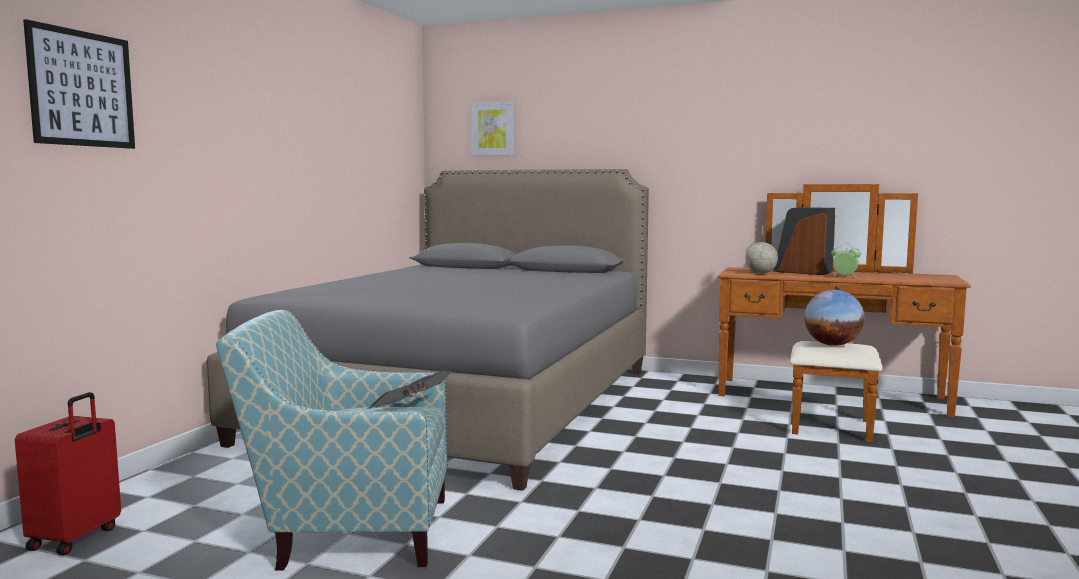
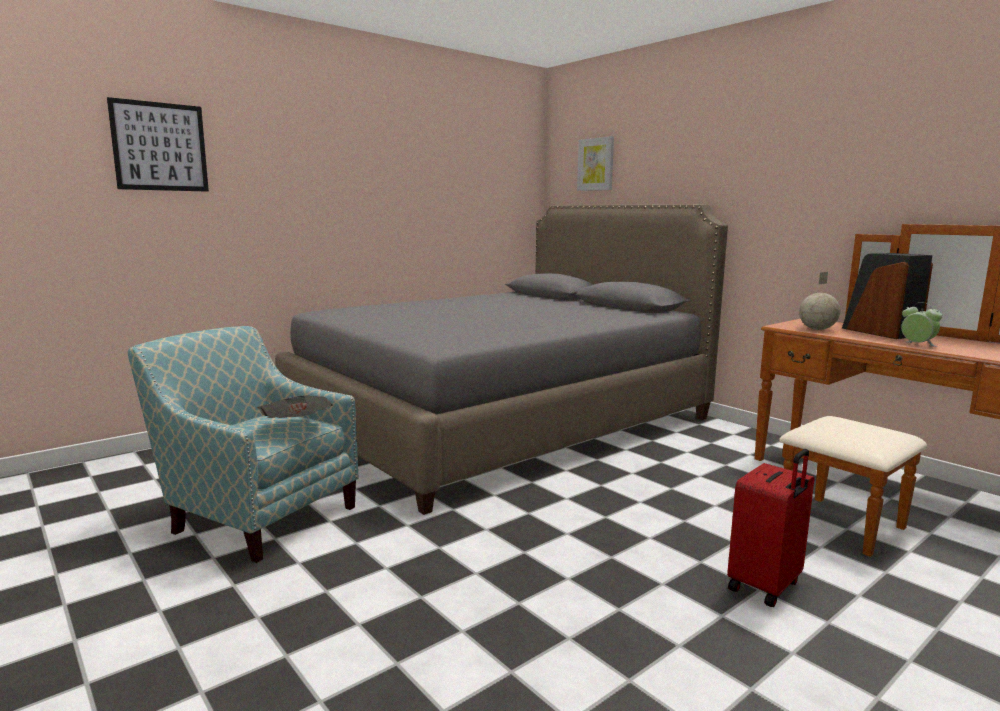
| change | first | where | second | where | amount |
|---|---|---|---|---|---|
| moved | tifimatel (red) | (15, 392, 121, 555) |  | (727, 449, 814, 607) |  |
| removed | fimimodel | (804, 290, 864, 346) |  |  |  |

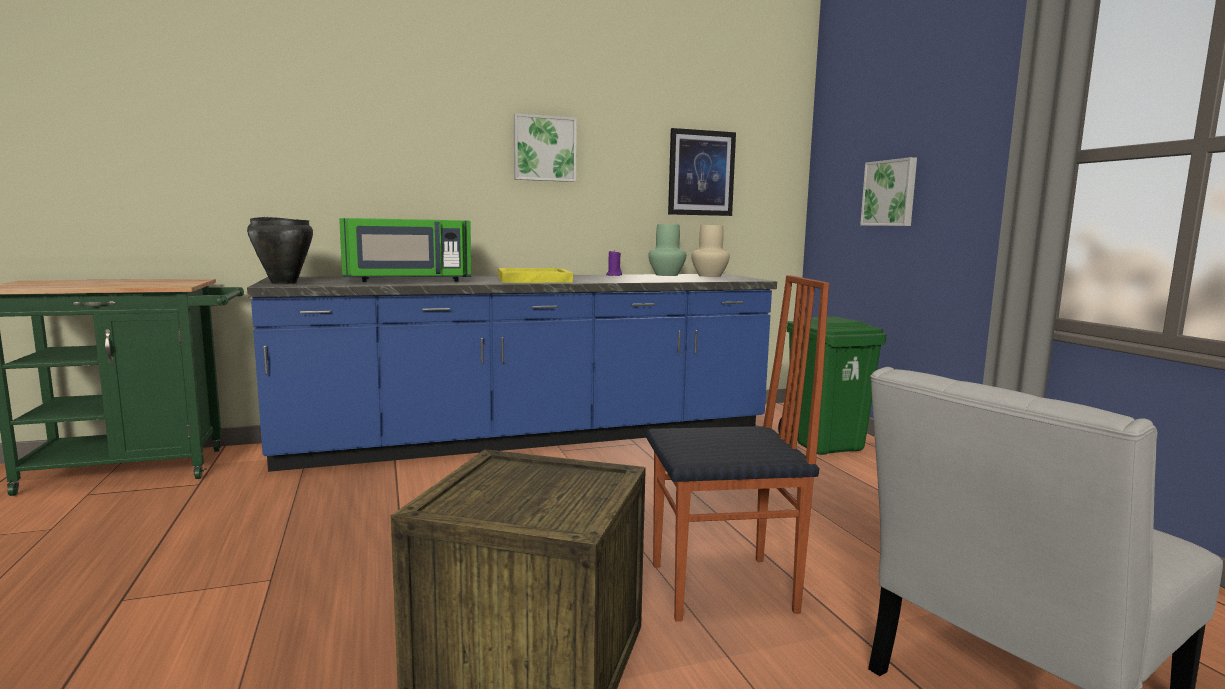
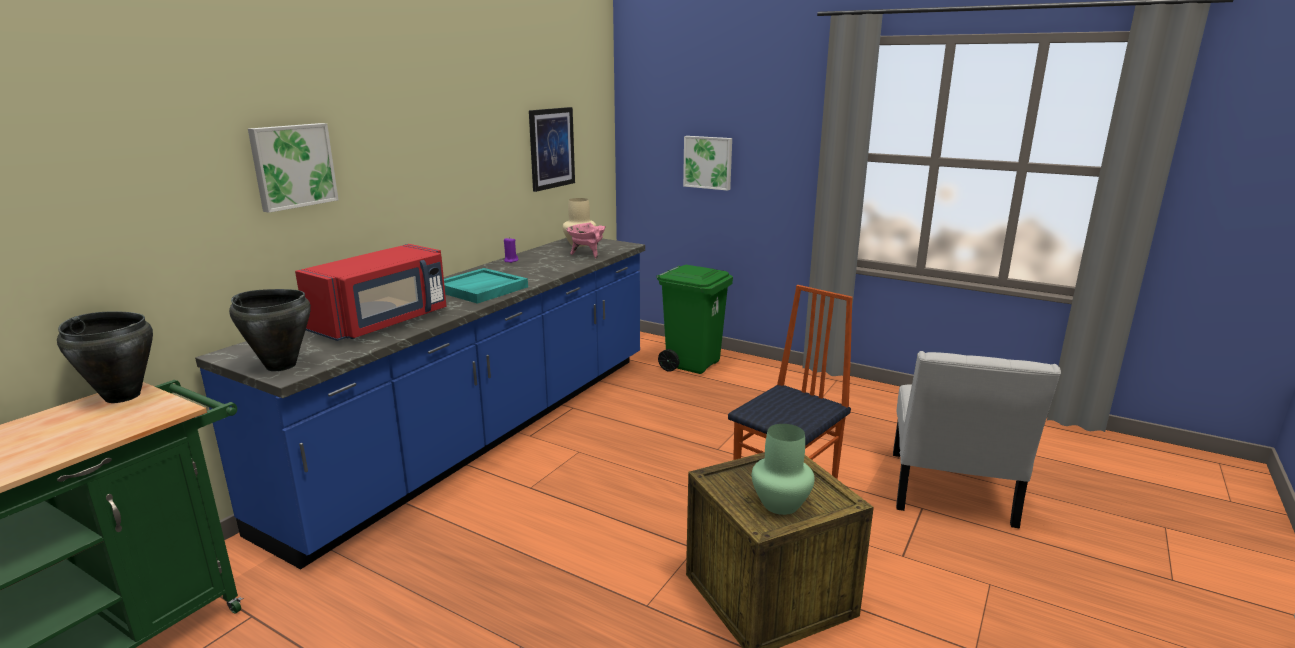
| change | first | where | second | where | amount |
|---|---|---|---|---|---|
| added |  |  | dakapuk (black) | (57, 311, 153, 403) |  |
| moved | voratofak | (514, 114, 577, 182) |  | (248, 123, 338, 213) |  |
| recoloured | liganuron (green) | (339, 218, 471, 282) | liganuron (red) | (295, 244, 446, 341) |  |
| recoloured | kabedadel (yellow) | (498, 268, 573, 283) | kabedadel (turquoise) | (444, 268, 528, 304) |  |
| added |  |  | dakapuk (pink) | (566, 223, 606, 258) |  |
| moved | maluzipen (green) | (648, 224, 686, 276) |  | (752, 424, 815, 515) |  |

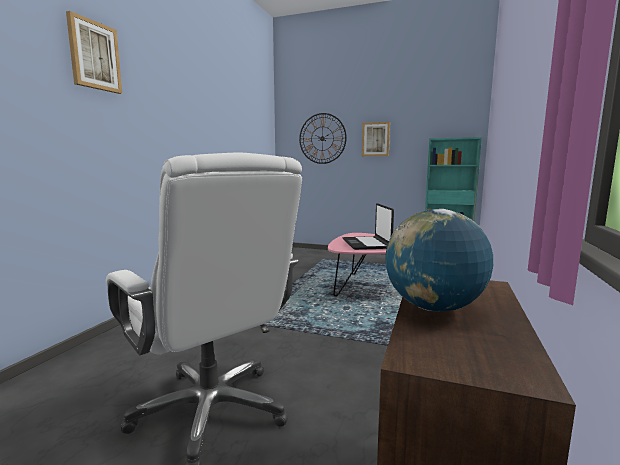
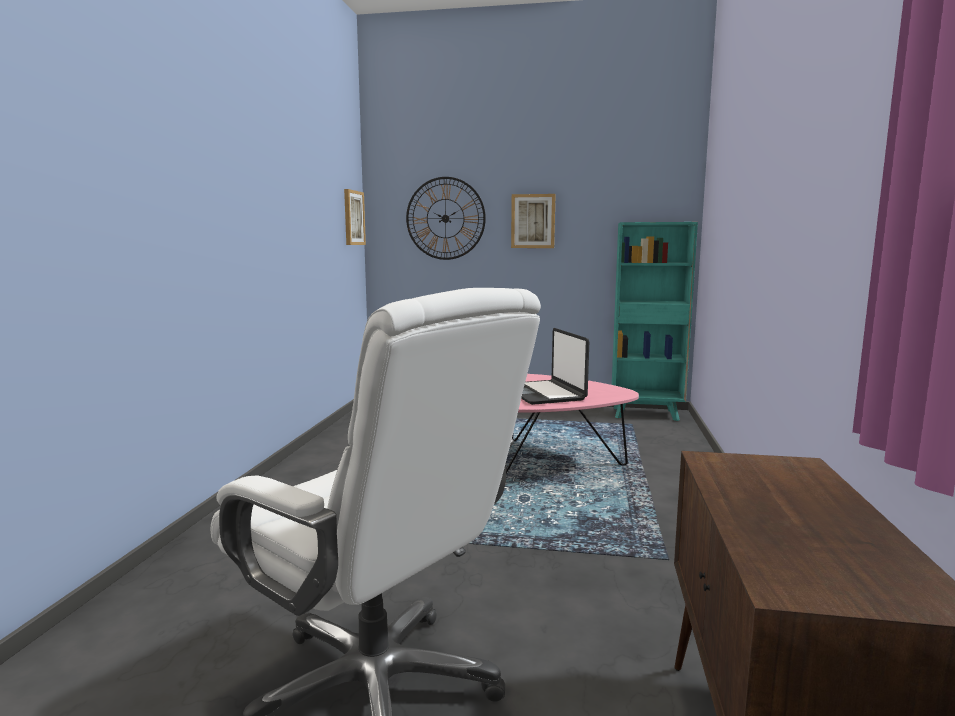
| change | first | where | second | where | amount |
|---|---|---|---|---|---|
| moved | voratofak | (66, 11, 122, 94) |  | (344, 189, 366, 245) |  |
| removed | fimimodel | (385, 209, 493, 312) |  |  |  |

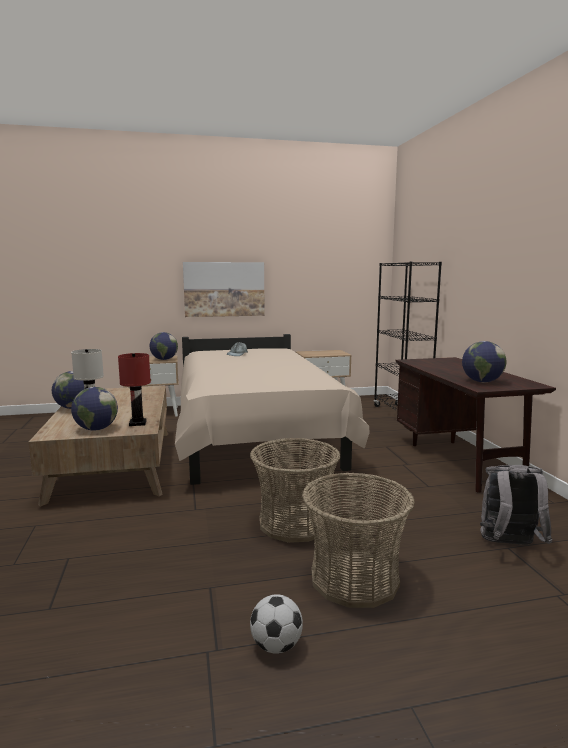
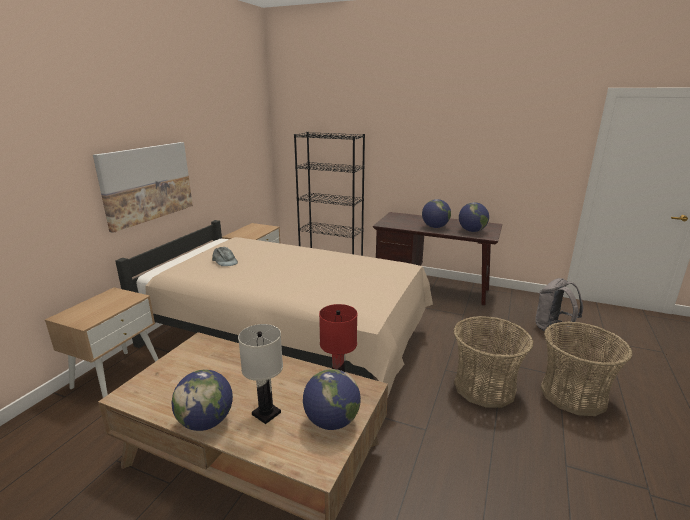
| change | first | where | second | where | amount |
|---|---|---|---|---|---|
| moved | fimimodel | (150, 332, 178, 360) |  | (422, 199, 451, 228) |  |
| removed | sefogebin | (250, 594, 303, 654) |  |  |  |

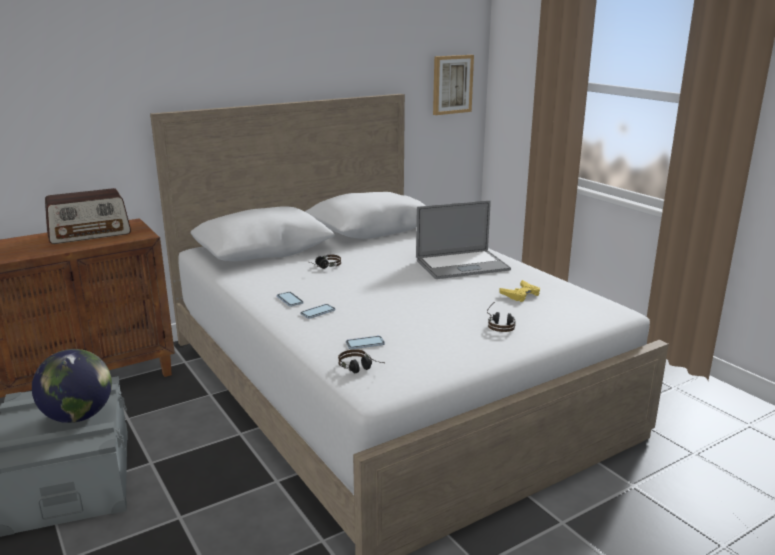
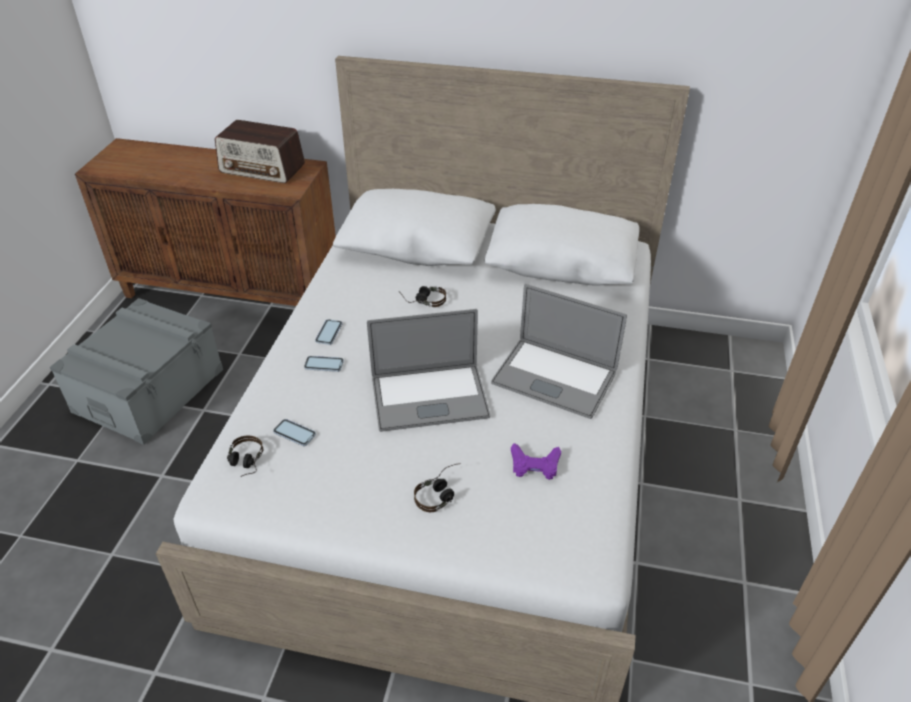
| change | first | where | second | where | amount |
|---|---|---|---|---|---|
| added |  |  | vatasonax | (367, 309, 490, 432) |  |
| recoloured | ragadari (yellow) | (499, 280, 540, 302) | ragadari (purple) | (511, 443, 561, 480) |  |
| removed | fimimodel | (32, 349, 112, 423) |  |  |  |
| removed | voratofak | (433, 55, 474, 115) |  |  |  |

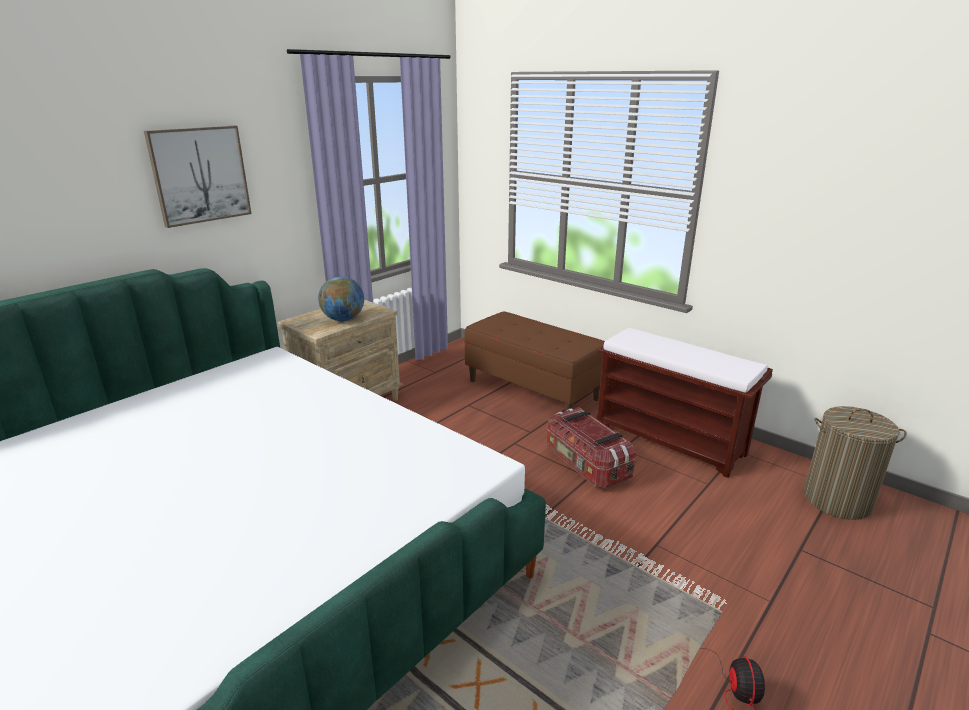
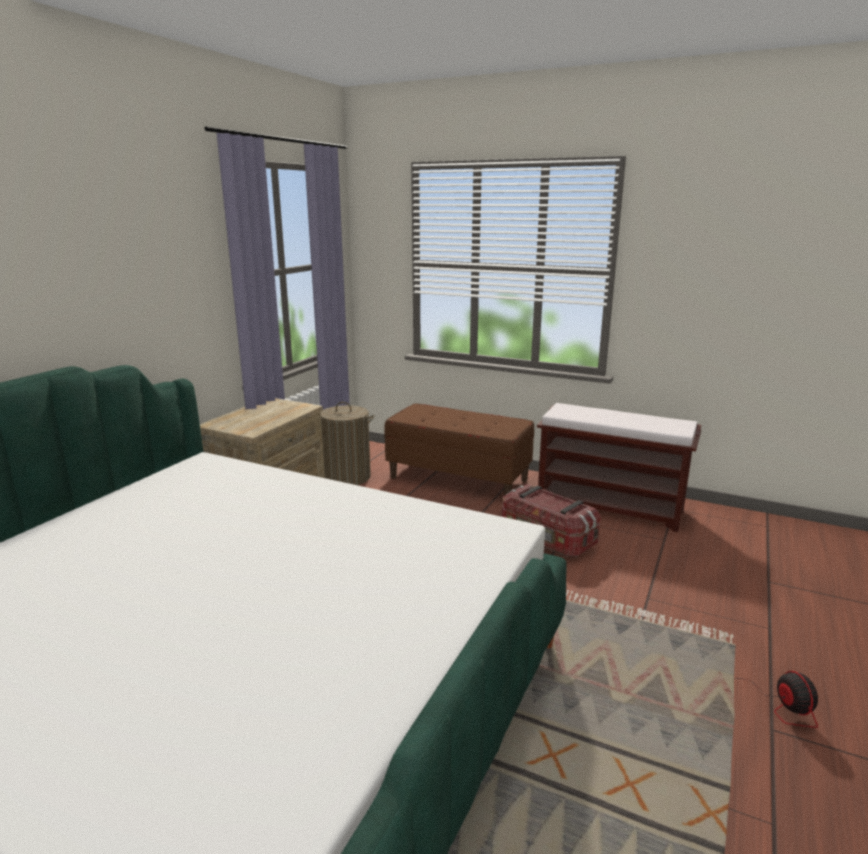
| change | first | where | second | where | amount |
|---|---|---|---|---|---|
| moved | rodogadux | (804, 406, 907, 520) |  | (321, 402, 375, 485) |  |
| removed | voratofak | (144, 126, 251, 228) |  |  |  |
| removed | fimimodel | (318, 276, 364, 321) |  |  |  |

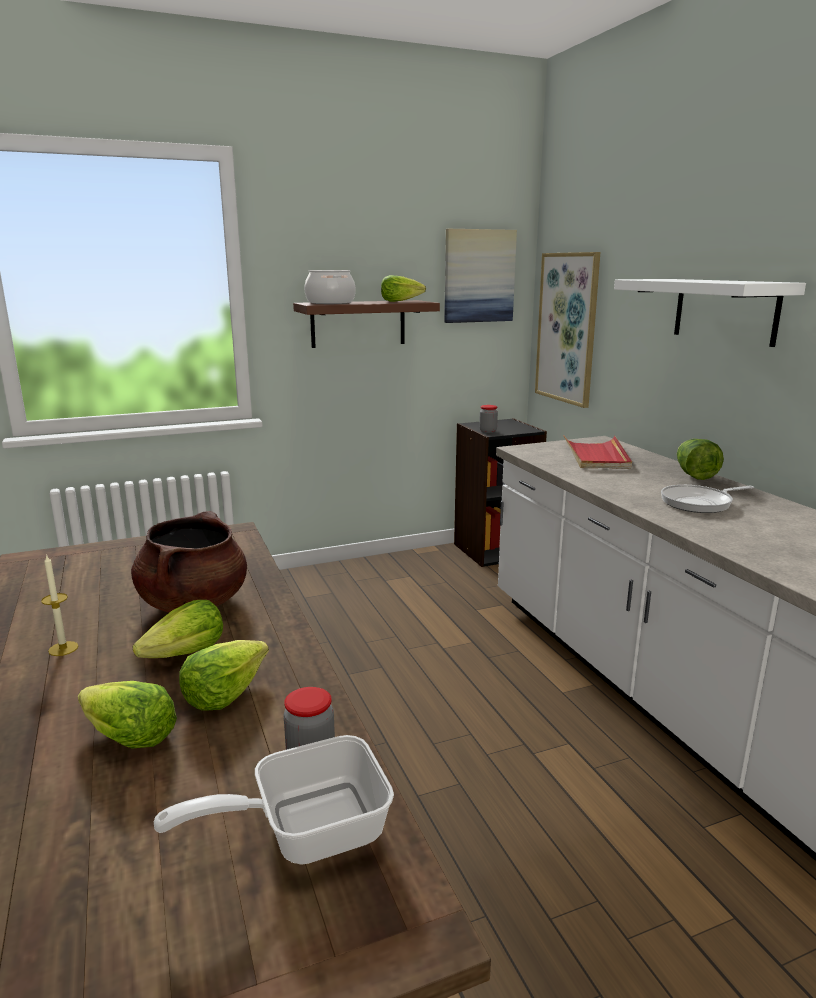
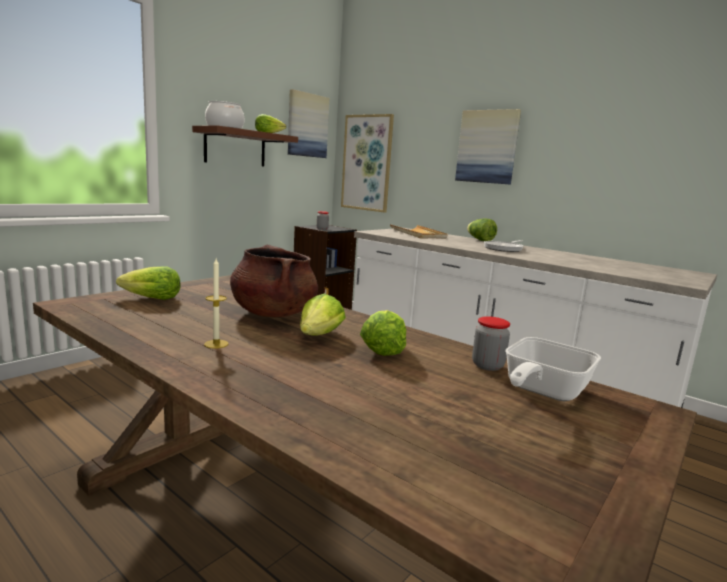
| change | first | where | second | where | amount |
|---|---|---|---|---|---|
| moved | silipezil | (78, 681, 177, 748) |  | (116, 266, 181, 300) |  |
| recoloured | kabedadel (red) | (564, 436, 632, 469) | kabedadel (beige) | (390, 225, 447, 239) |  |
| replaced | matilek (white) | (614, 279, 806, 347) | voratofak | (455, 109, 521, 185) |  |

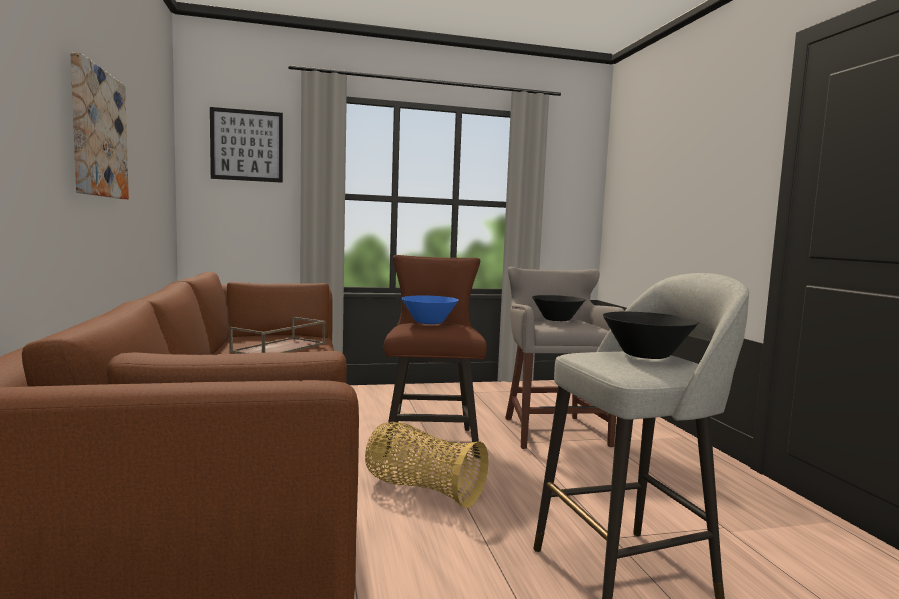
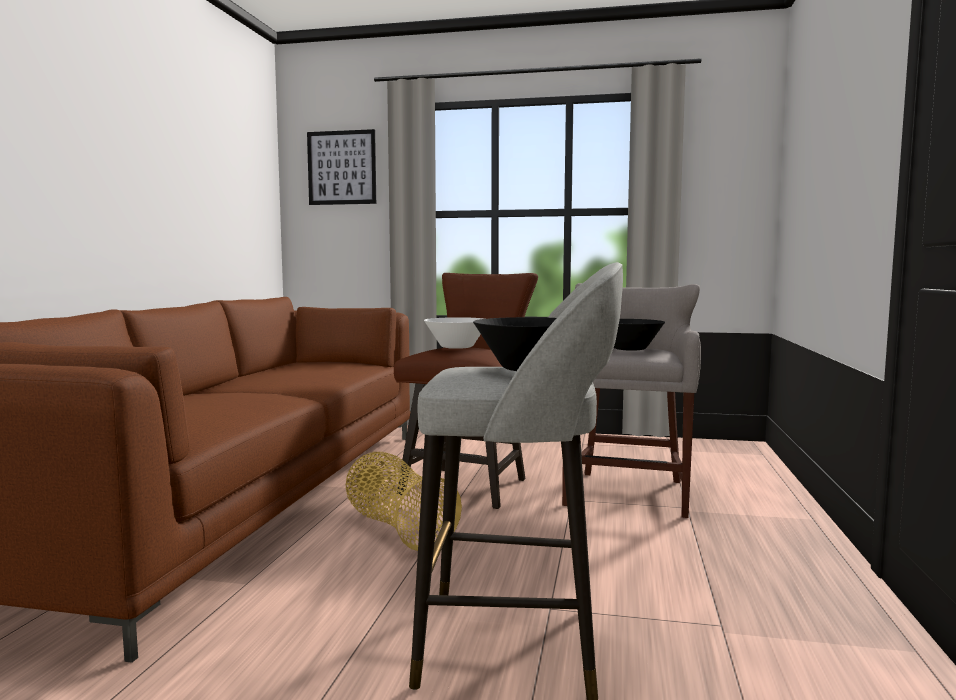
| change | first | where | second | where | amount |
|---|---|---|---|---|---|
| recoloured | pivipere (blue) | (401, 296, 459, 324) | pivipere (white) | (424, 317, 484, 349) |  |
| removed | voratofak | (70, 52, 129, 199) |  |  |  |
| removed | kabedadel (brown) | (229, 317, 326, 354) |  |  |  |

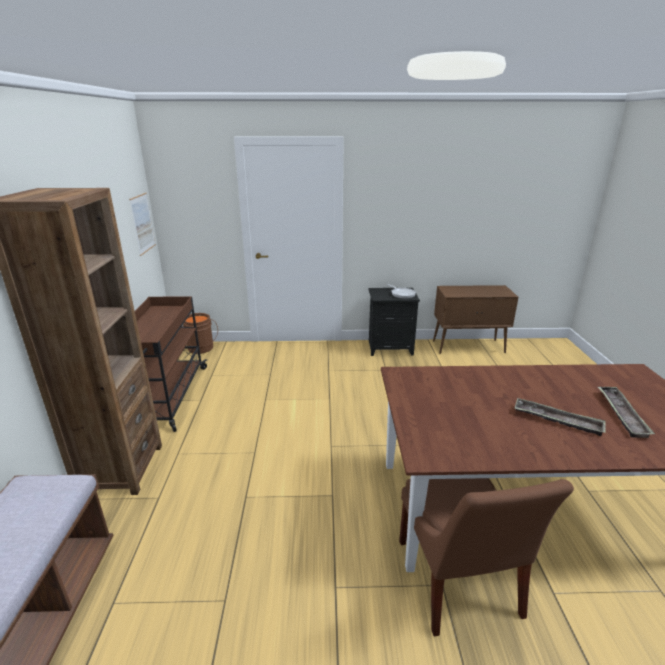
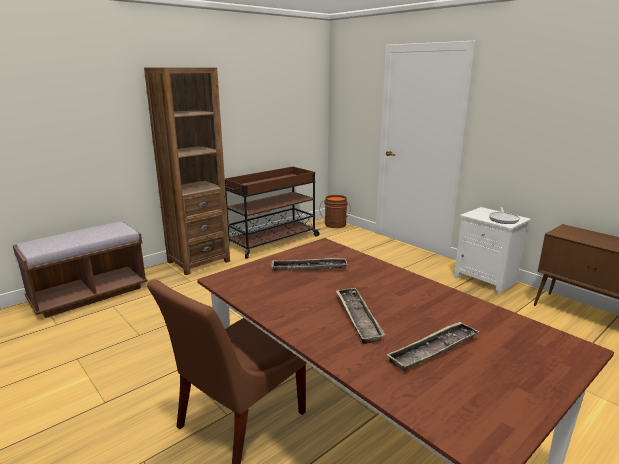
| change | first | where | second | where | amount |
|---|---|---|---|---|---|
| added |  |  | kabedadel | (271, 258, 348, 271) |  |
| recoloured | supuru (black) | (369, 288, 420, 356) | supuru (white) | (454, 207, 531, 295) |  |
| removed | voratofak | (129, 192, 156, 256) |  |  |  |

